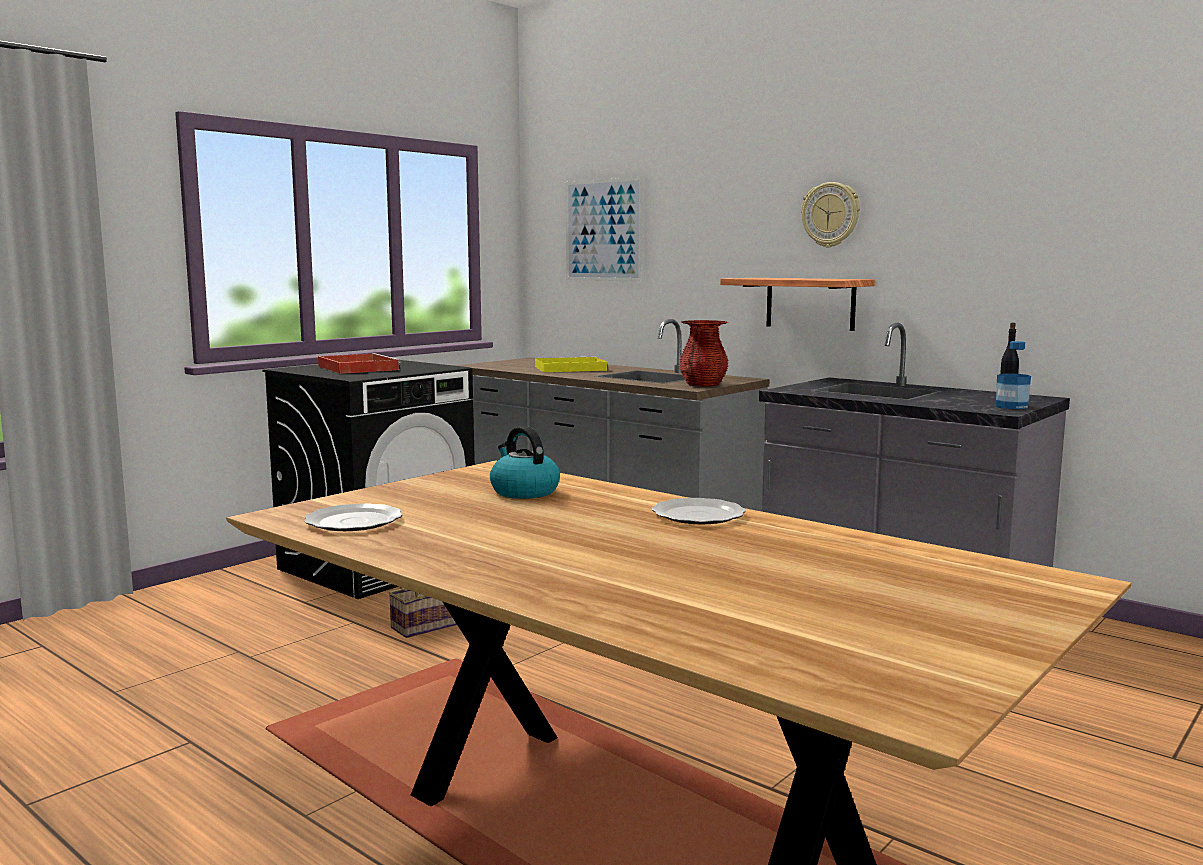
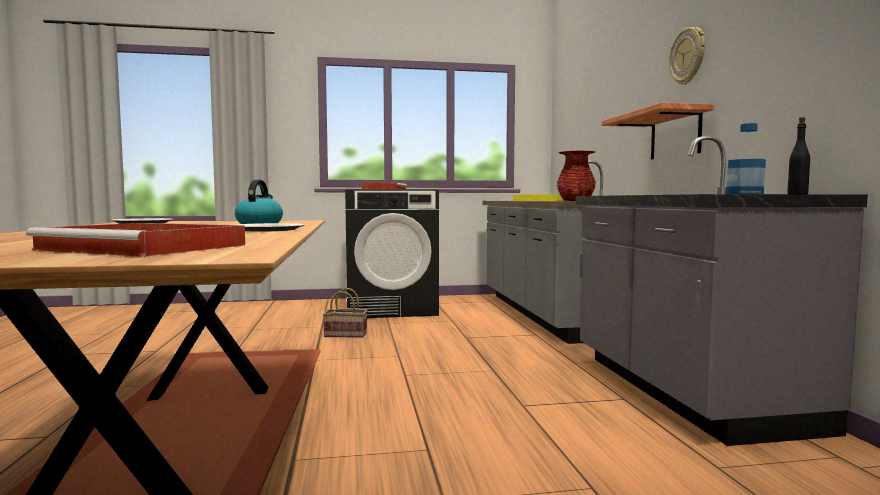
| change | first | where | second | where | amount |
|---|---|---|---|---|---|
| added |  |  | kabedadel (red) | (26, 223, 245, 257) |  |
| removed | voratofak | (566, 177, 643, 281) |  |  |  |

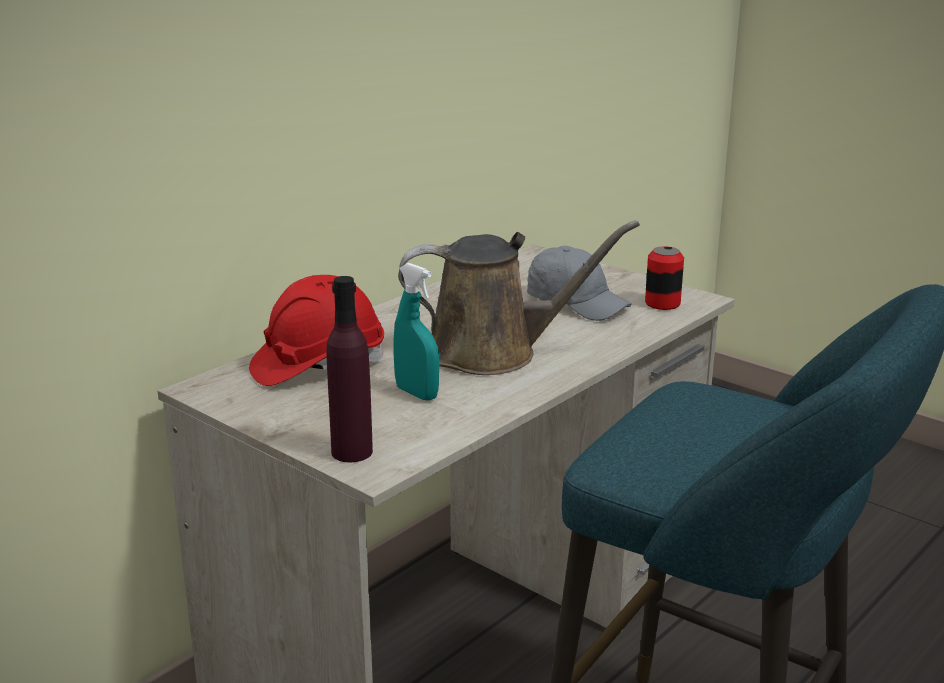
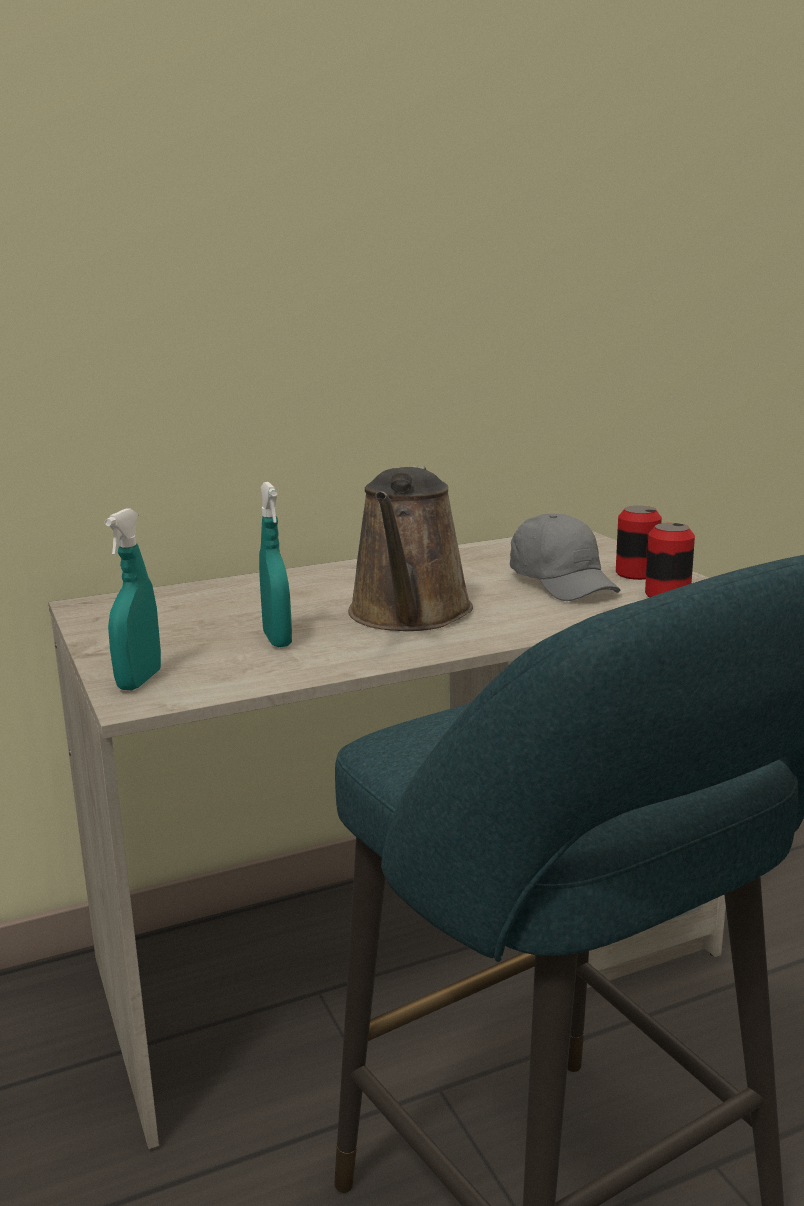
| change | first | where | second | where | amount |
|---|---|---|---|---|---|
| replaced | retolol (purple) | (326, 276, 373, 462) | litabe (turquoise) | (105, 508, 161, 690) |  |
| turned | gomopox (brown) | (398, 220, 640, 375) |  | (348, 466, 473, 631) | 75 degrees clockwise |
| added |  |  | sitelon | (616, 506, 662, 580) |  |
| removed | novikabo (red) | (249, 275, 384, 386) |  |  |  |

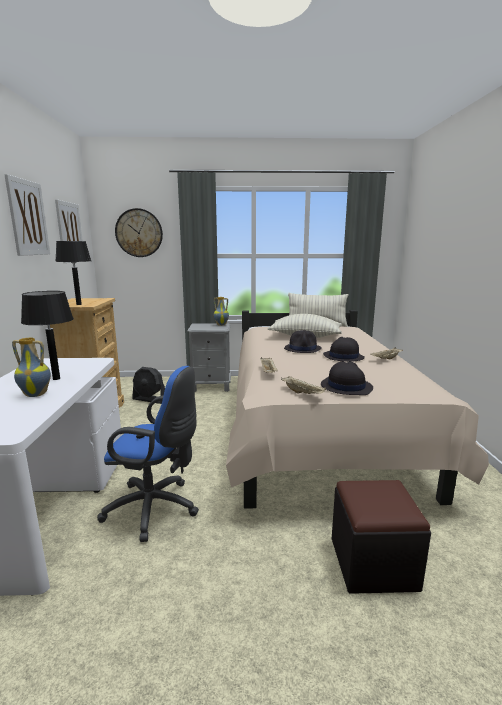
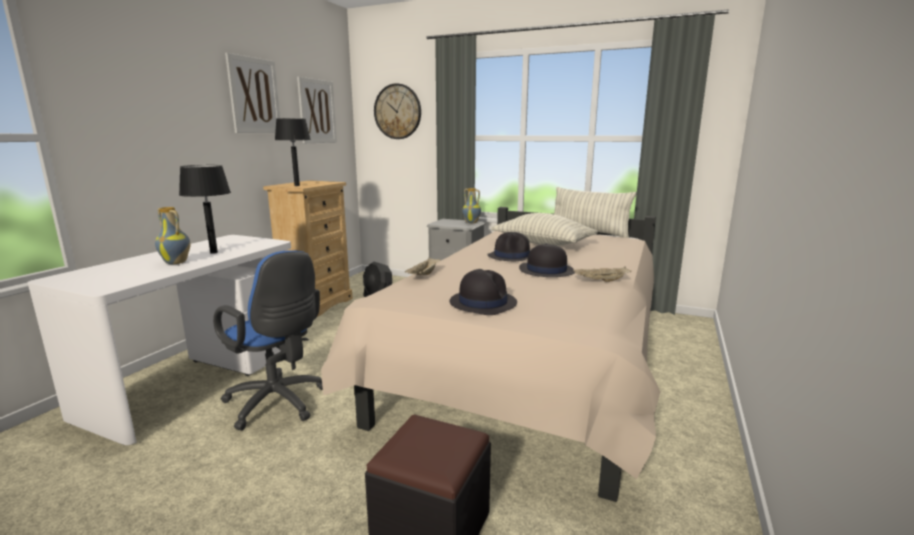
| change | first | where | second | where | amount |
|---|---|---|---|---|---|
| removed | kabedadel (beige) | (281, 376, 326, 394) |  |  |  |

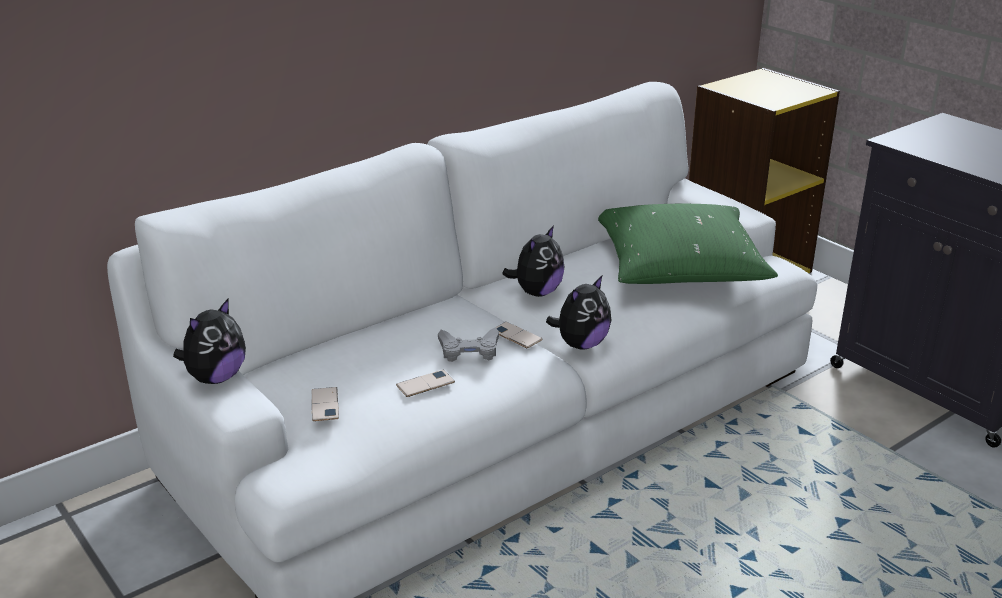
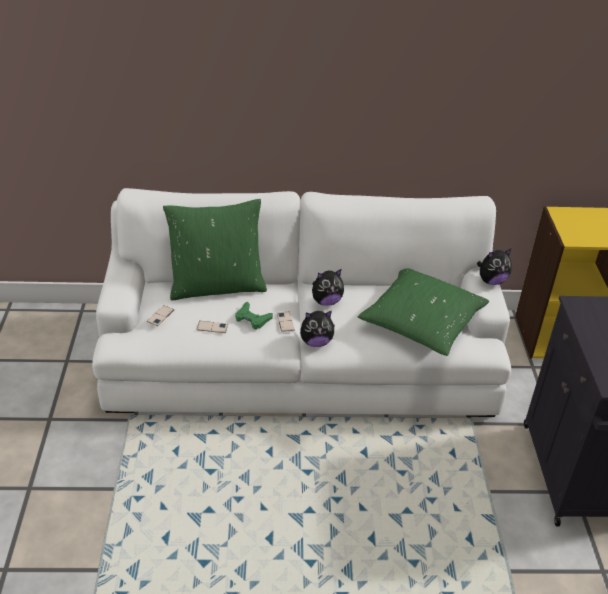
| change | first | where | second | where | amount |
|---|---|---|---|---|---|
| added |  |  | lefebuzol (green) | (163, 199, 267, 300) |  |
| recoloured | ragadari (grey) | (438, 327, 499, 362) | ragadari (green) | (235, 302, 273, 330) |  |
| moved | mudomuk | (173, 299, 246, 384) |  | (477, 248, 512, 285) |  |

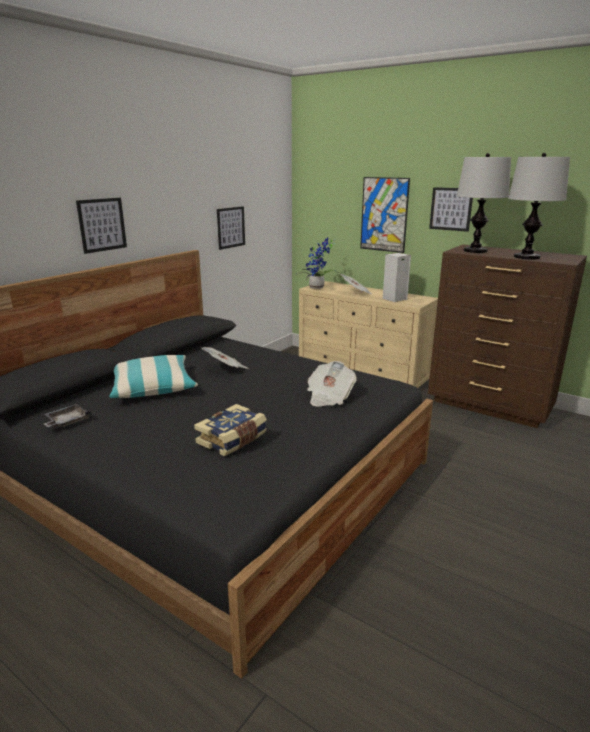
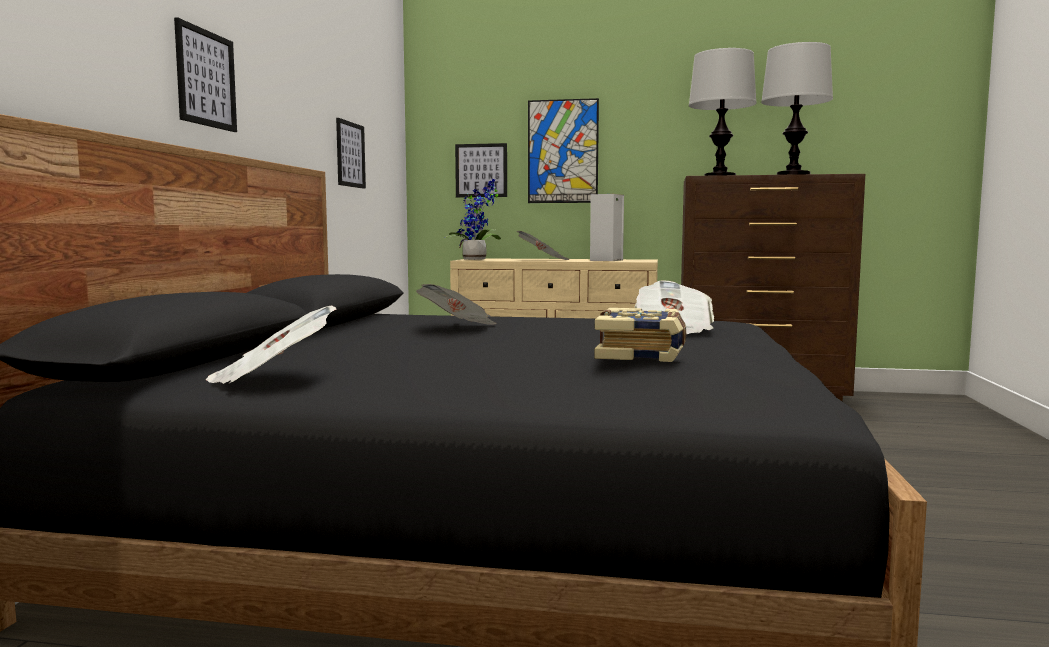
| change | first | where | second | where | amount |
|---|---|---|---|---|---|
| replaced | kabedadel (grey) | (43, 404, 91, 427) | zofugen | (206, 306, 336, 384) |  |
| moved | voratofak | (429, 187, 473, 232) |  | (455, 143, 507, 197) |  |
| removed | lefebuzol | (109, 355, 198, 398) |  |  |  |

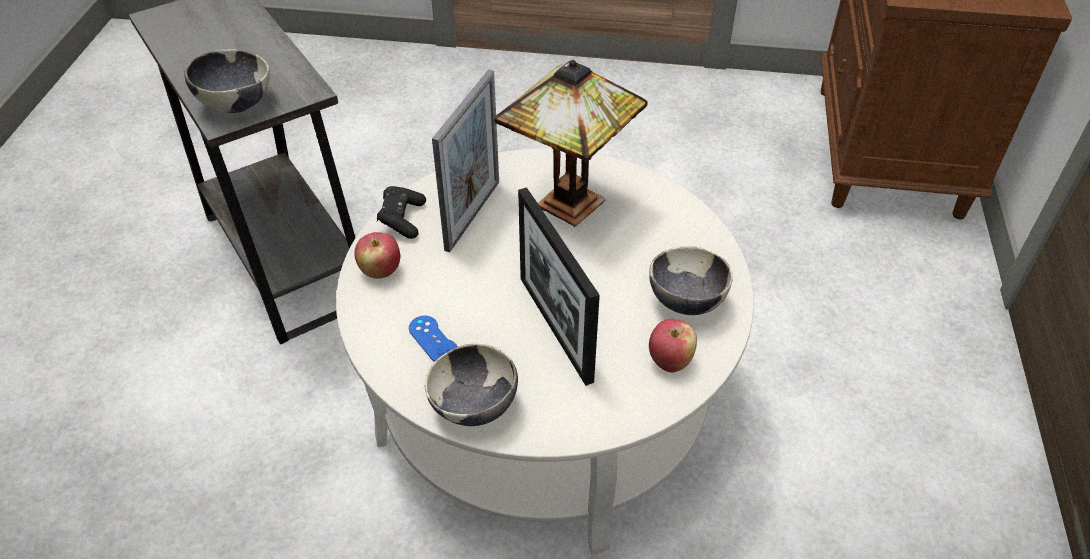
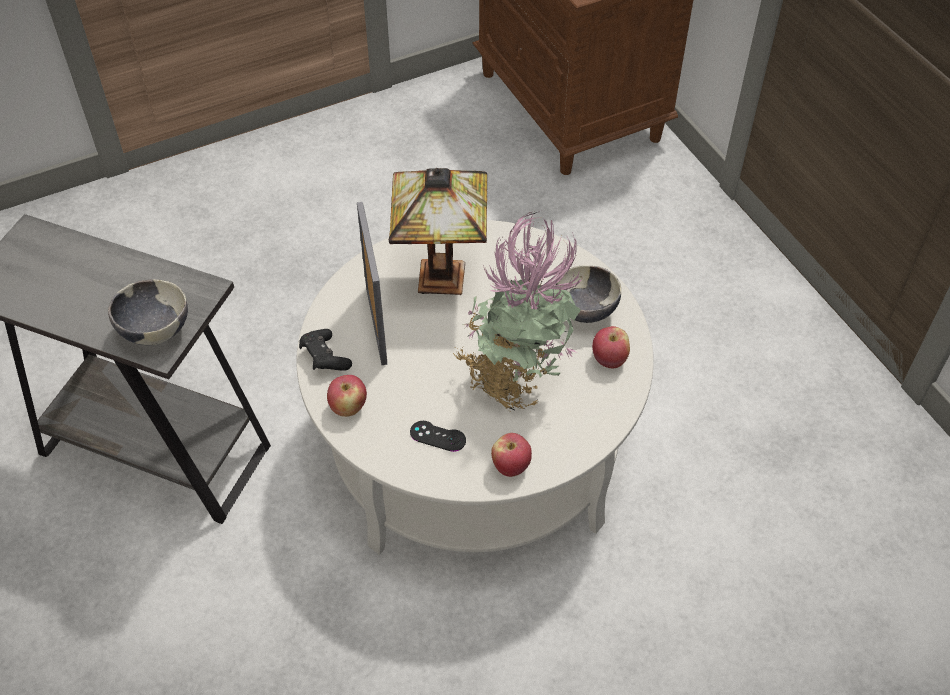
| change | first | where | second | where | amount |
|---|---|---|---|---|---|
| recoloured | ragadari (blue) | (409, 316, 457, 362) | ragadari (black) | (410, 421, 466, 452) |  |
| replaced | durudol | (518, 187, 600, 386) | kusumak | (453, 211, 583, 411) |  |
| replaced | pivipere | (425, 344, 518, 426) | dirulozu | (491, 433, 532, 477) |  |

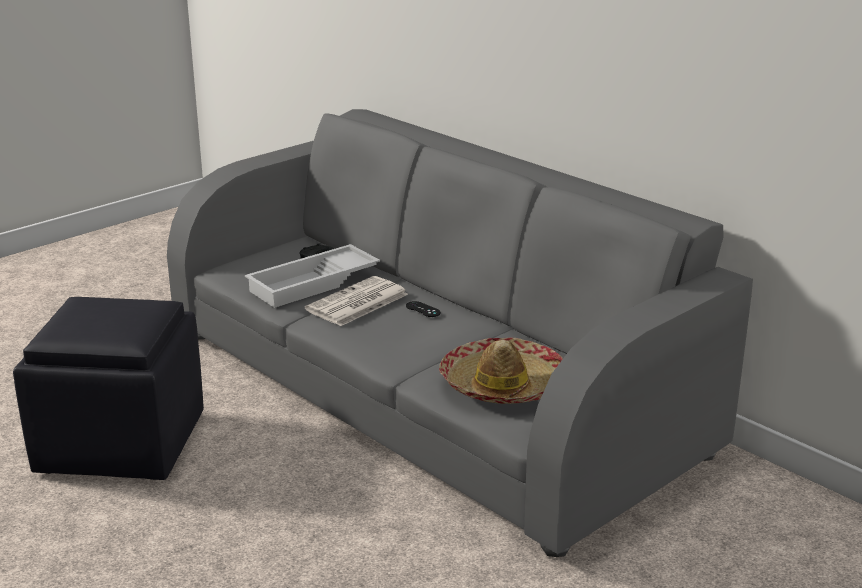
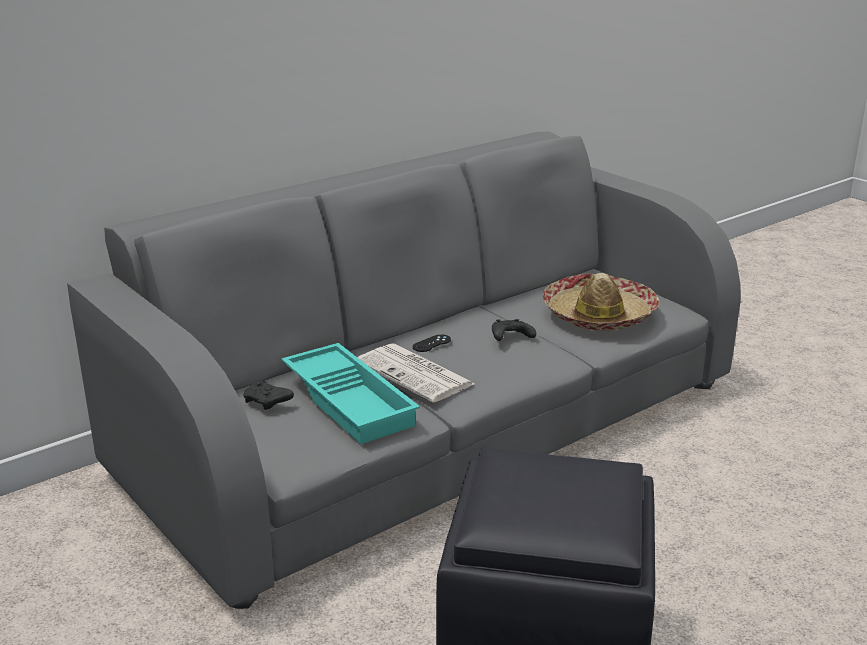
| change | first | where | second | where | amount |
|---|---|---|---|---|---|
| recoloured | kabedadel (white) | (245, 244, 380, 308) | kabedadel (turquoise) | (281, 343, 420, 444) |  |
| added |  |  | ragadari (black) | (492, 319, 536, 341) |  |

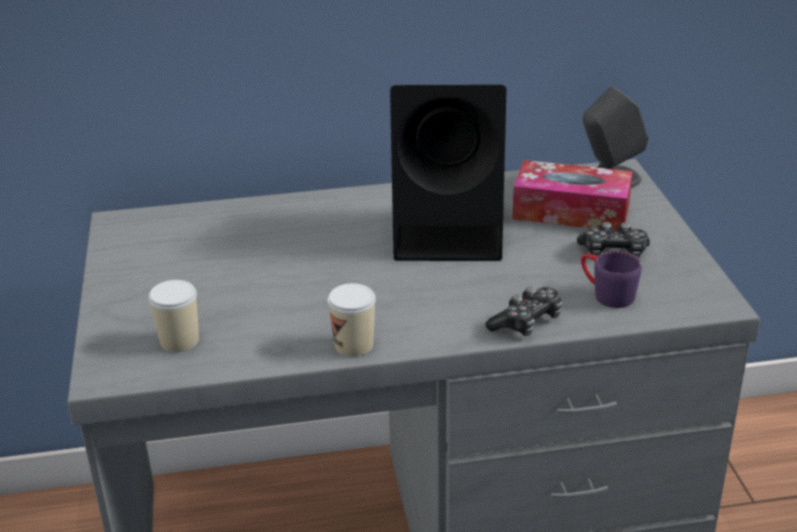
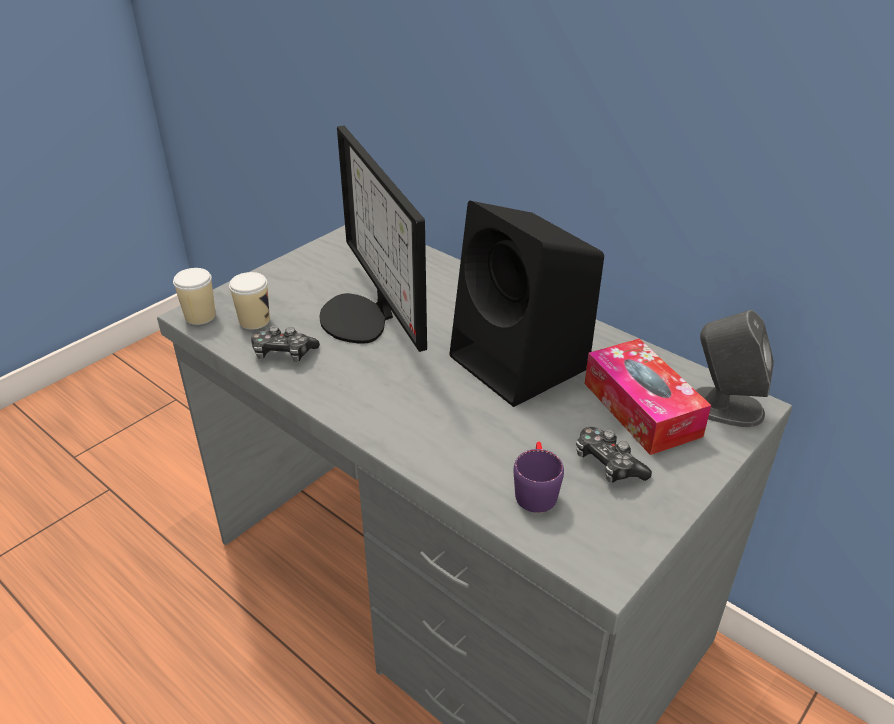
| change | first | where | second | where | amount |
|---|---|---|---|---|---|
| moved | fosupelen | (328, 283, 376, 357) |  | (173, 268, 216, 325) |  |
| moved | ragadari | (485, 287, 563, 336) |  | (251, 326, 320, 362) |  |
| added |  |  | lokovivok | (319, 125, 427, 352) |  |

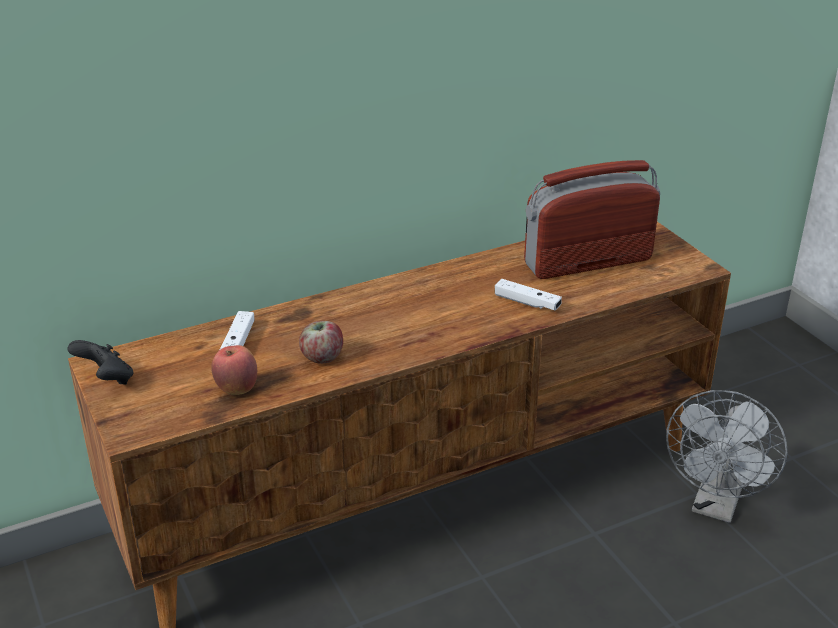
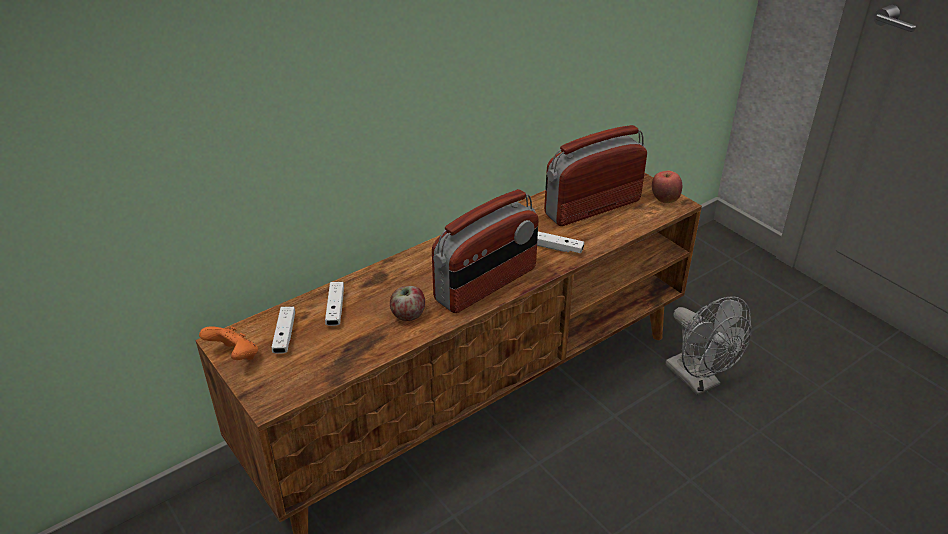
| change | first | where | second | where | amount |
|---|---|---|---|---|---|
| recoloured | ragadari (black) | (67, 340, 134, 385) | ragadari (orange) | (199, 326, 258, 360) |  |
| added |  |  | ragadari (white) | (271, 307, 295, 354) |  |
| added |  |  | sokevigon | (432, 189, 539, 313) |  |
| moved | dirulozu | (211, 345, 257, 395) |  | (652, 170, 682, 203) |  |
| turned | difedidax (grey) | (666, 390, 788, 523) |  | (665, 296, 751, 395) | 45 degrees counterclockwise |

